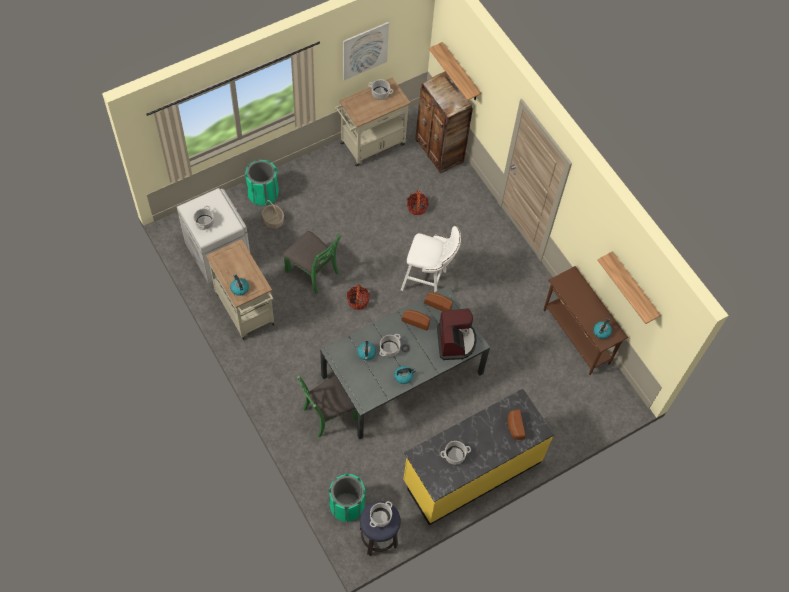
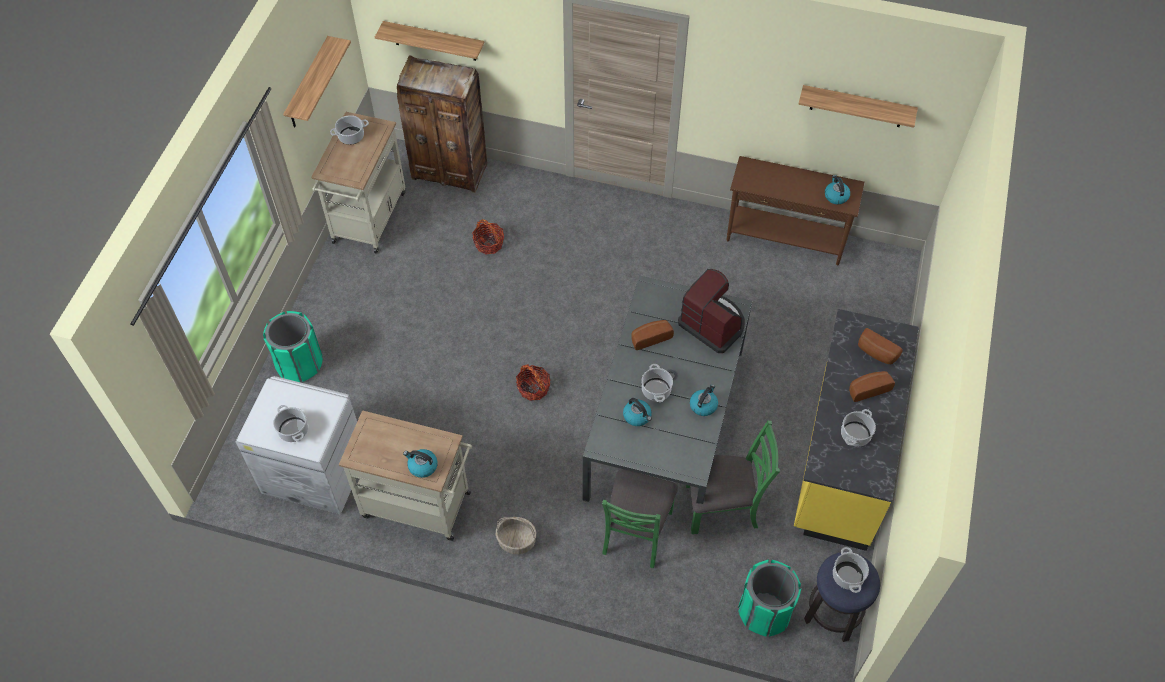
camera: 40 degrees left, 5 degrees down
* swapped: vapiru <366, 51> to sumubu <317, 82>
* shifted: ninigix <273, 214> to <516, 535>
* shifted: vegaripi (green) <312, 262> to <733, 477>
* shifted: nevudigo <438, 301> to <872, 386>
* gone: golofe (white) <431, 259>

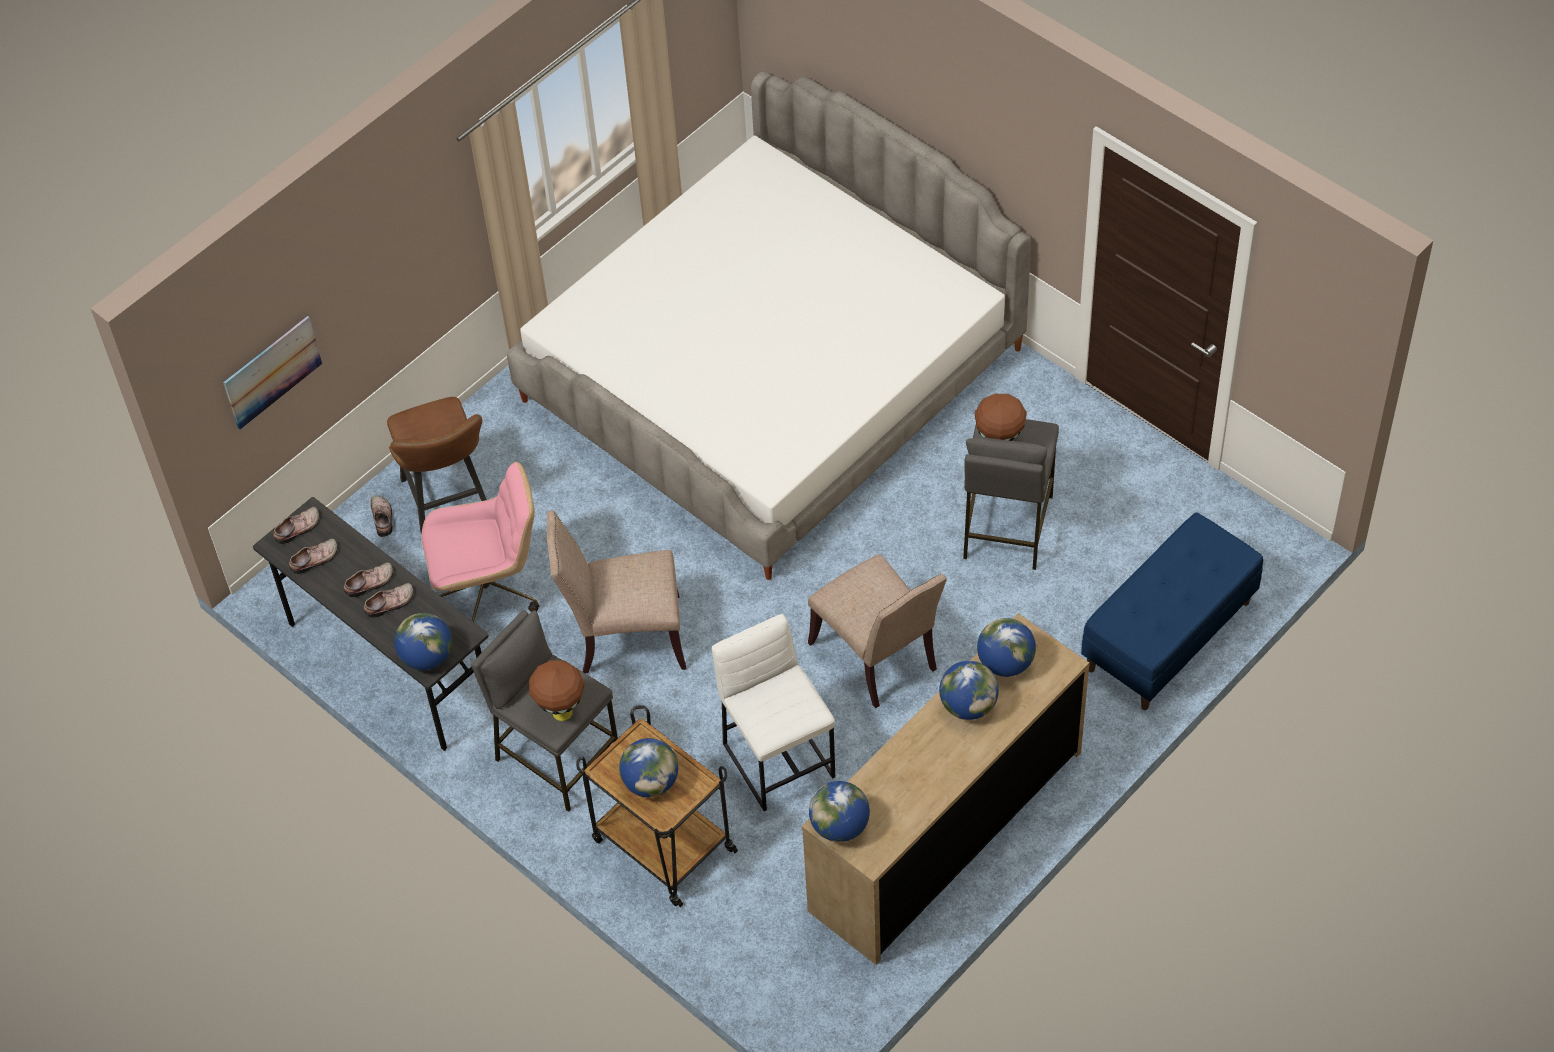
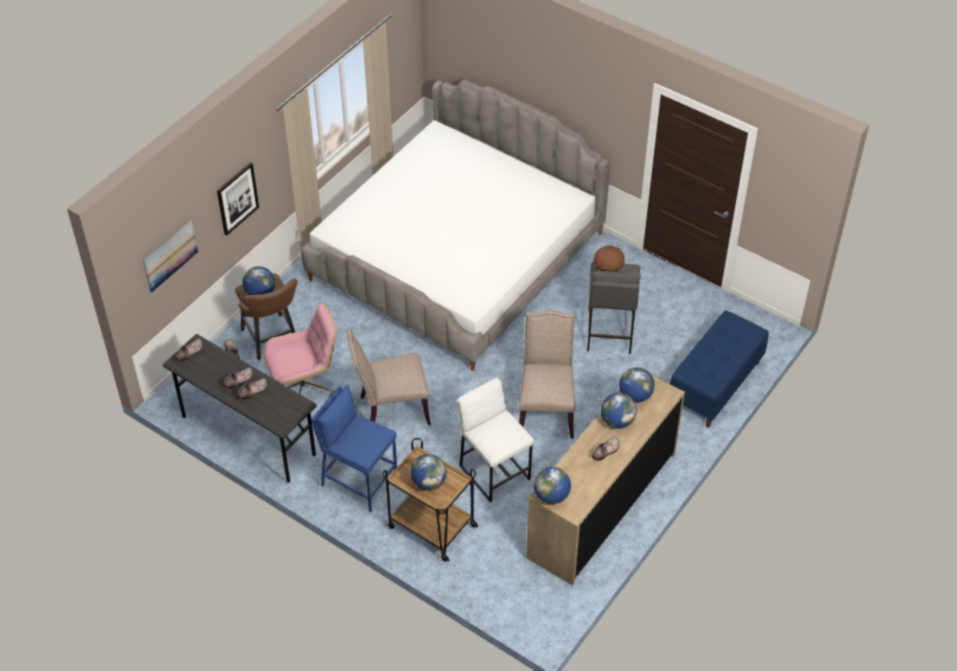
camera: 10 degrees left, 5 degrees down
* new: vapiru <238, 199>
* shifted: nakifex <423, 641> to <258, 280>
* repainted: golofe (grey) <544, 711> to golofe (blue) <354, 448>
* rotated: vegaripi (beige) <877, 631> = <547, 374> 135 degrees counterclockwise
* shifted: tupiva <313, 556> to <606, 449>
* gone: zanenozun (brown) <556, 690>

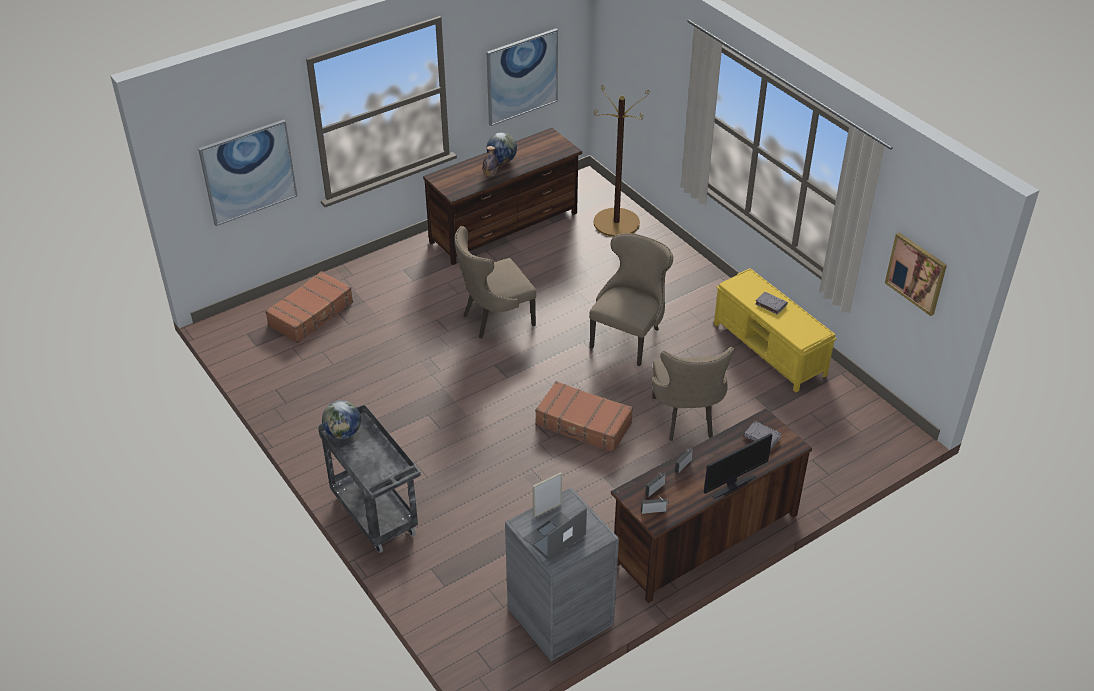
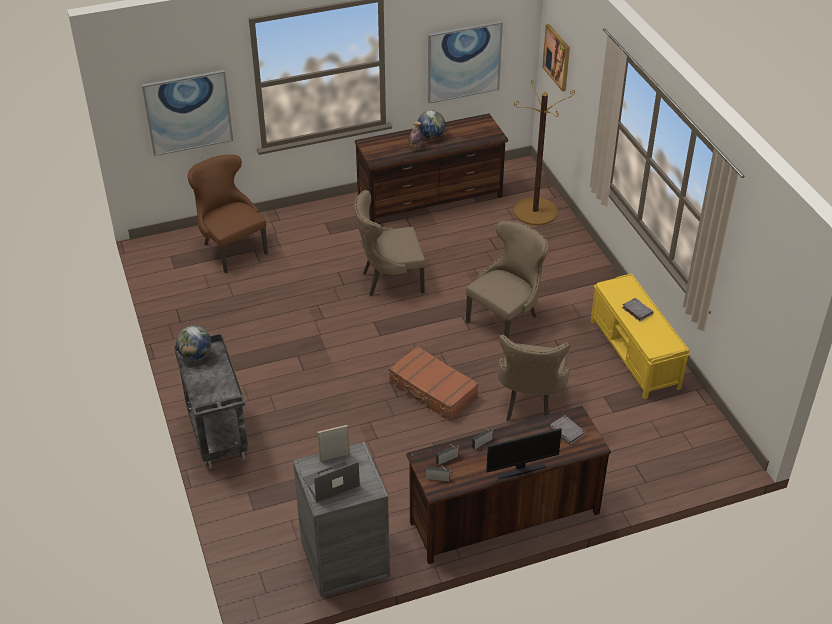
camera: 15 degrees right, 0 degrees up
* swapped: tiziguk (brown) <309, 307> to vegaripi (brown) <227, 213>
* shifted: vapiru <916, 274> to <556, 58>

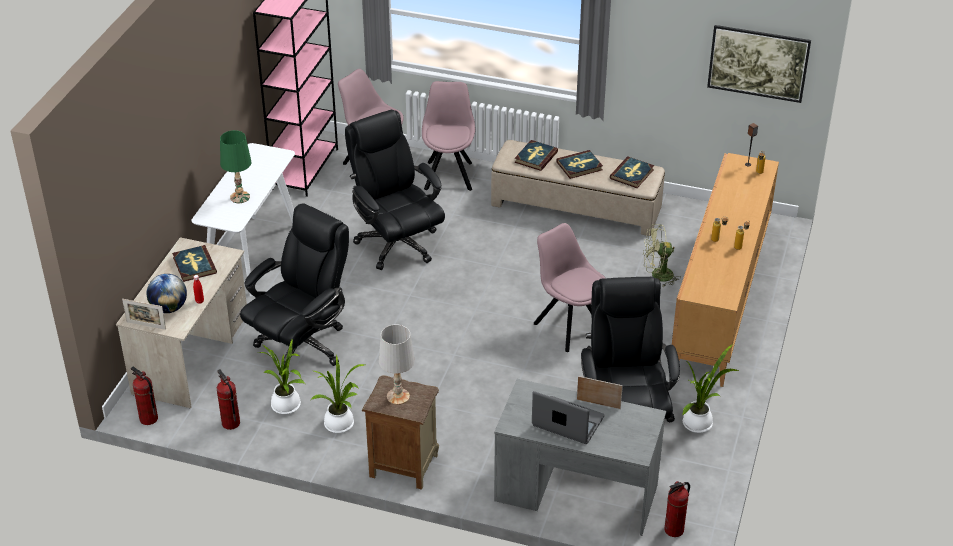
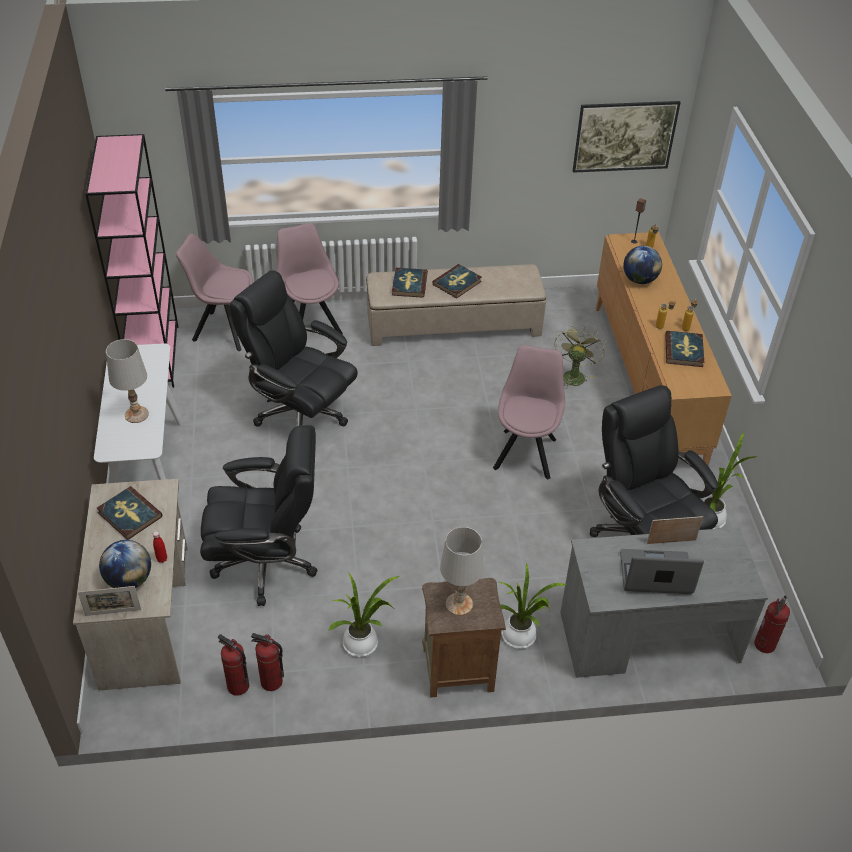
camera: 25 degrees left, 5 degrees up
* repainted: zanenozun (green) <236, 166> to zanenozun (white) <127, 381>
* rotated: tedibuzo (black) <294, 289> = <259, 515> 75 degrees clockwise
* shifted: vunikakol <144, 396> to <267, 662>
* rotated: vegaripi (pink) <569, 287> = <529, 412> 75 degrees clockwise
* shifted: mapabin <281, 376> to <533, 606>
* rotated: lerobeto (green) <662, 255> = <579, 357> 135 degrees clockwise
* new: nakifex <642, 265>
* shifted: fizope <632, 172> to <684, 349>

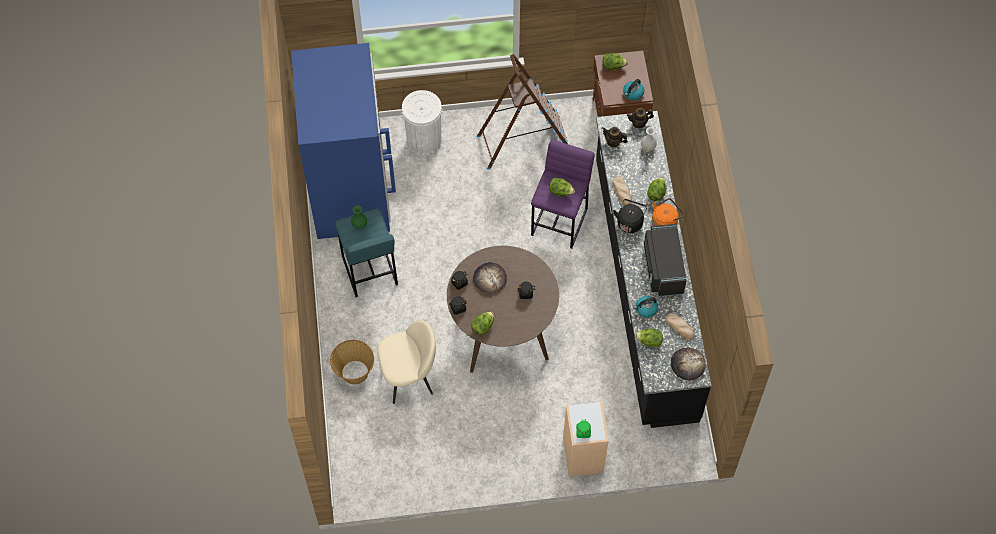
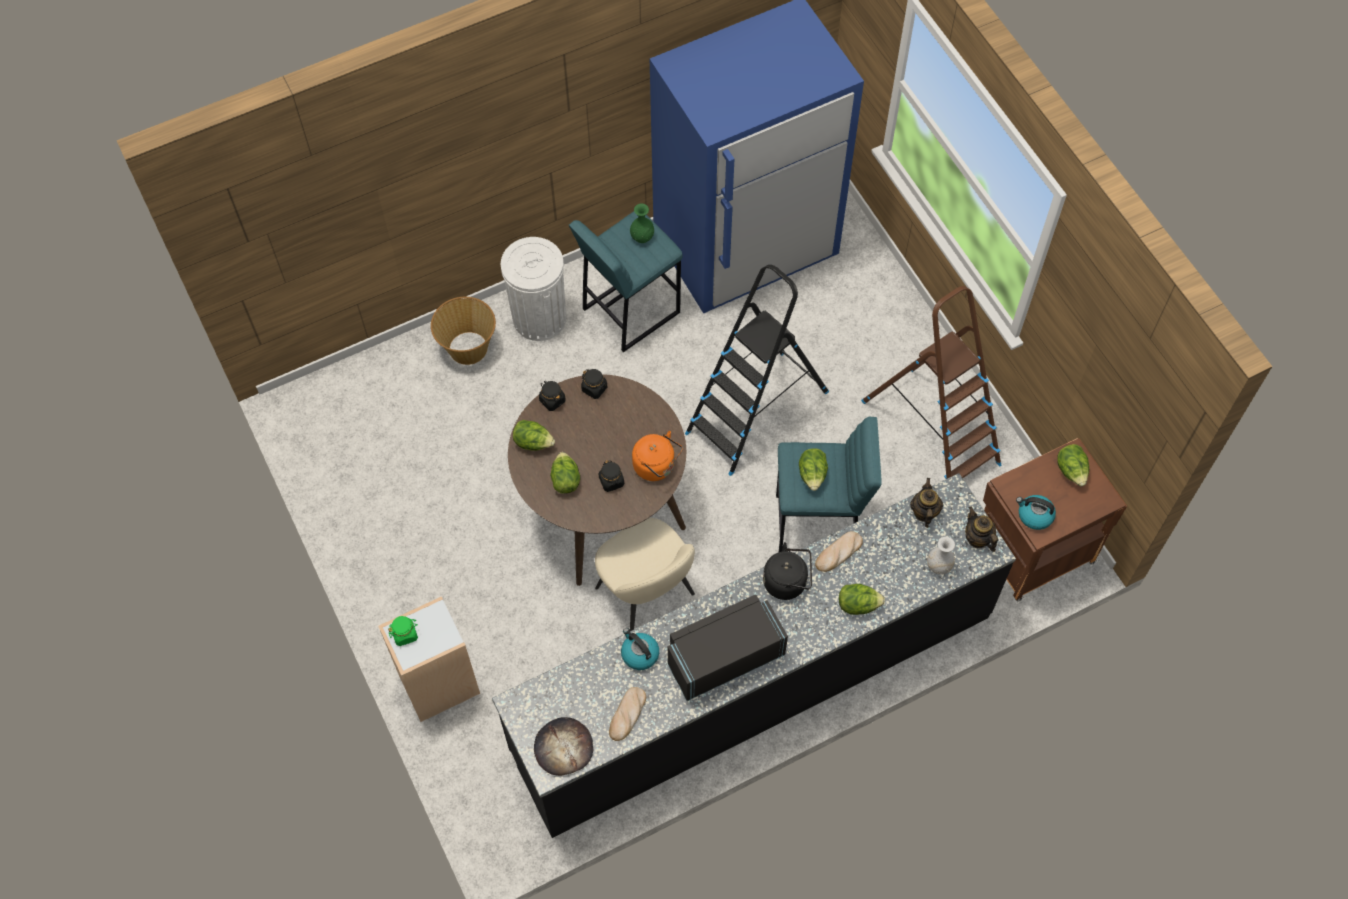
camera: 70 degrees right, 0 degrees up
* shifted: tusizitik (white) <422, 123> to <533, 289>
* shifted: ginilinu <649, 338> to <565, 473>
* shifted: vegaripi (beige) <406, 362> to <645, 574>
* shifted: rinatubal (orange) <668, 212> to <657, 456>
* new: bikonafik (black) <757, 370>
* repainted: golofe (purple) <563, 194> to golofe (turquoise) <829, 484>
* gone: nevudigo <490, 277>

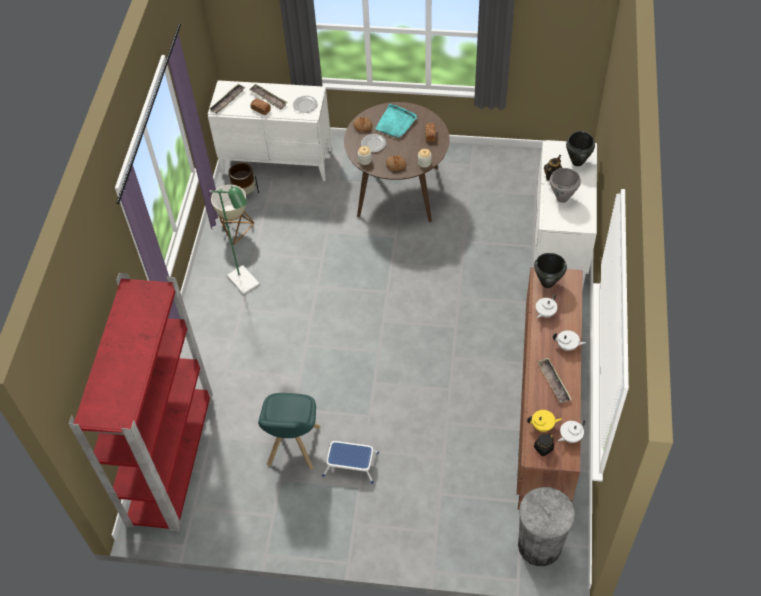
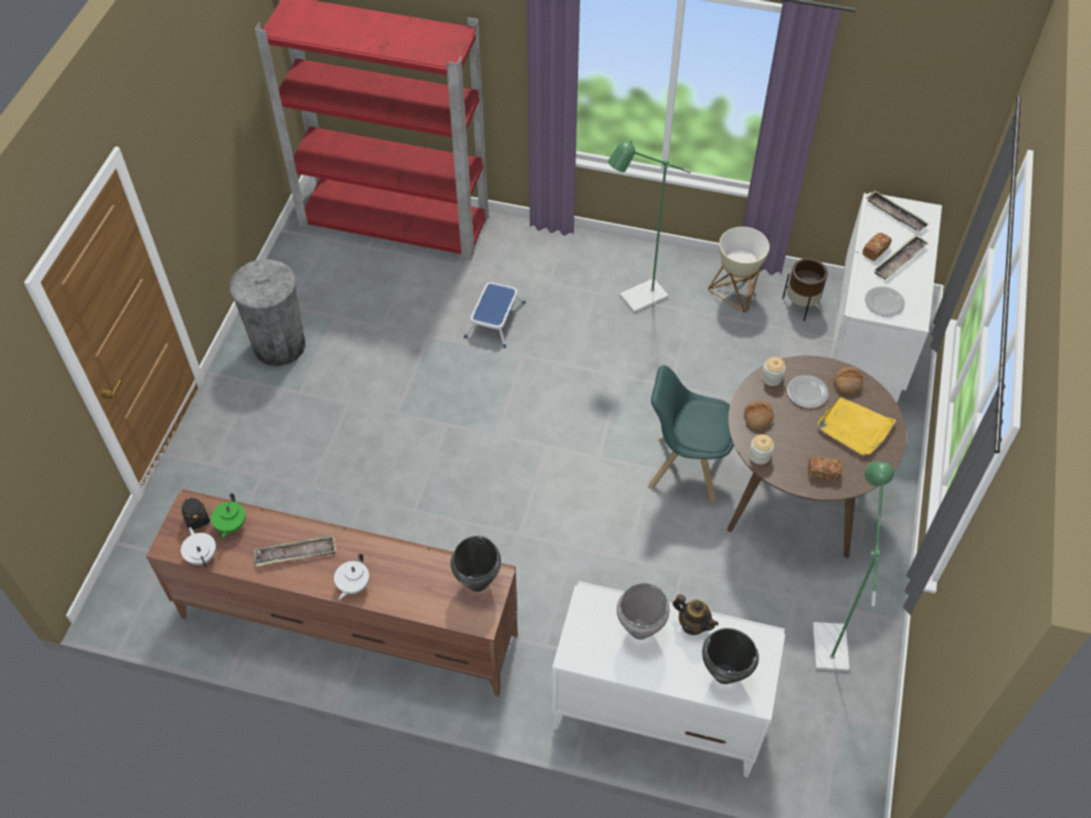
camera: 95 degrees right, 0 degrees up
* repainted: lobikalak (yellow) <544, 421> to lobikalak (green) <228, 516>
* shifted: tusizitik (grey) <546, 526> to <268, 312>
* shifted: bikonafik (blue) <351, 462> to <495, 315>
* shifted: vegaripi (turquoise) <289, 431> to <691, 434>
* new: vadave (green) <853, 566>
* repainted: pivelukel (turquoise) <396, 121> to pivelukel (yellow) <856, 426>
* gone: lobikalak (white) <547, 306>

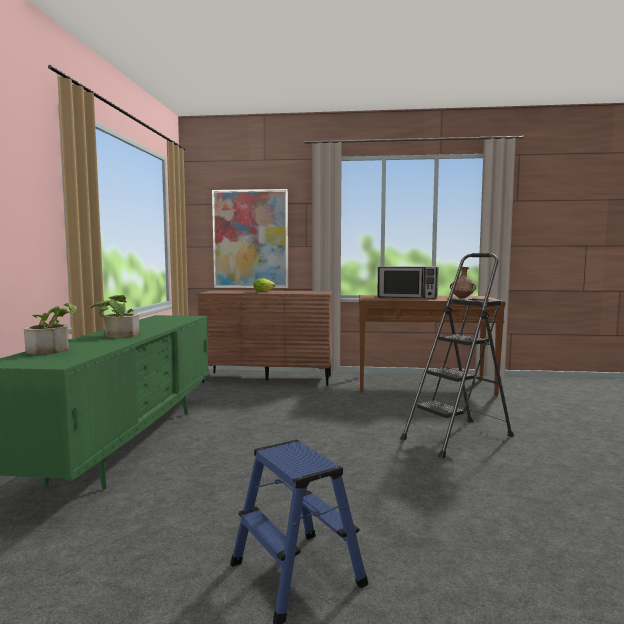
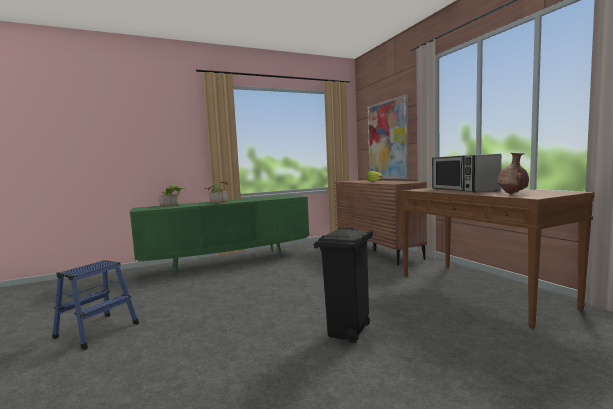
camera: 60 degrees right, 0 degrees up
* swapped: bikonafik <457, 355> to tusizitik (black) <343, 285>

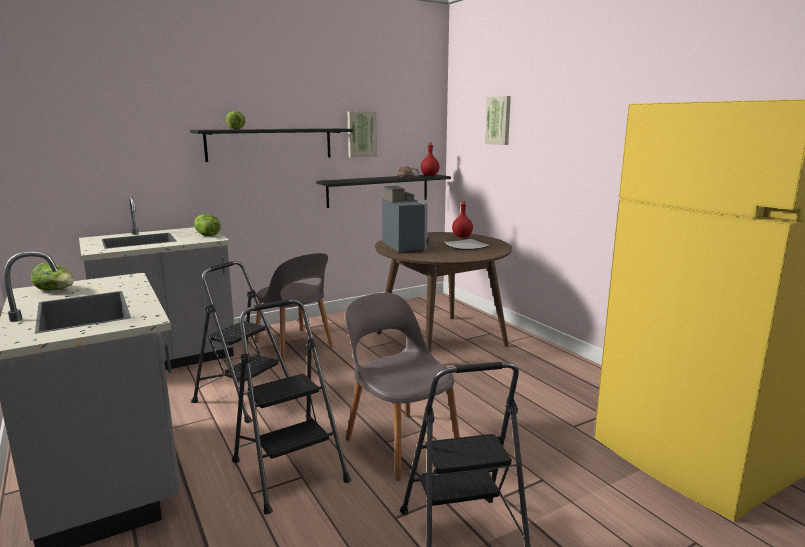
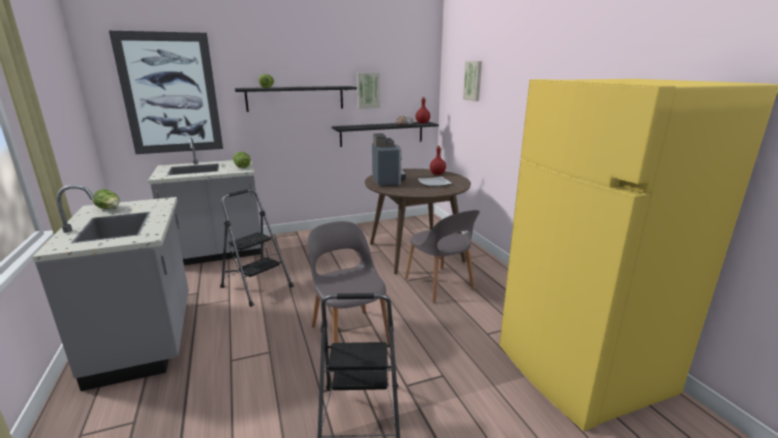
camera: 10 degrees right, 5 degrees up
* new: vapiru <166, 92>
* shifted: vegaripi (grey) <294, 307> to <442, 256>
* gone: bikonafik (black) <292, 407>

